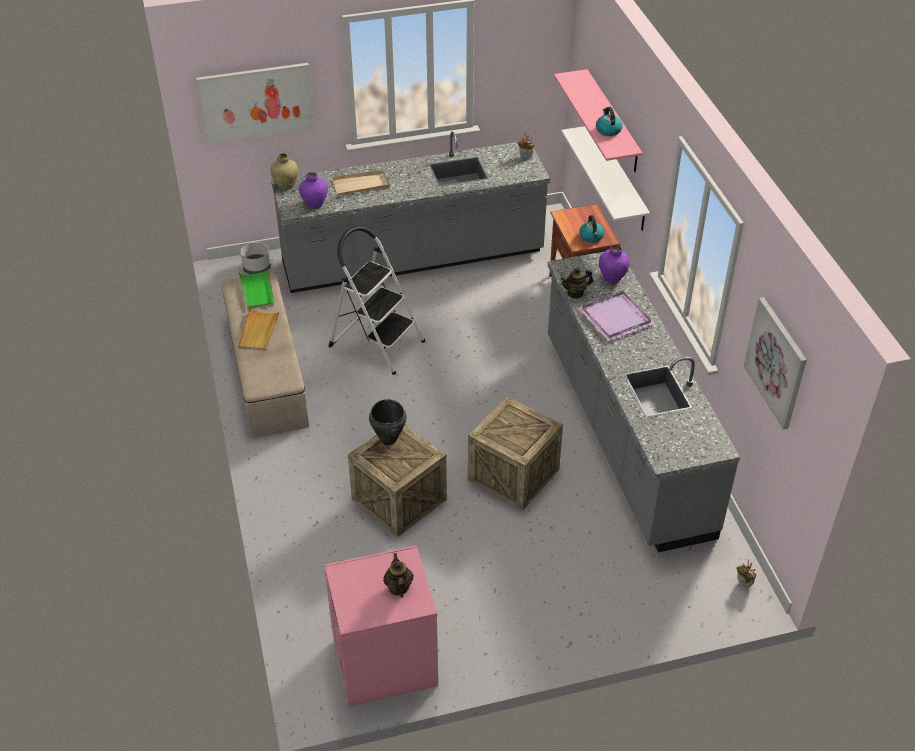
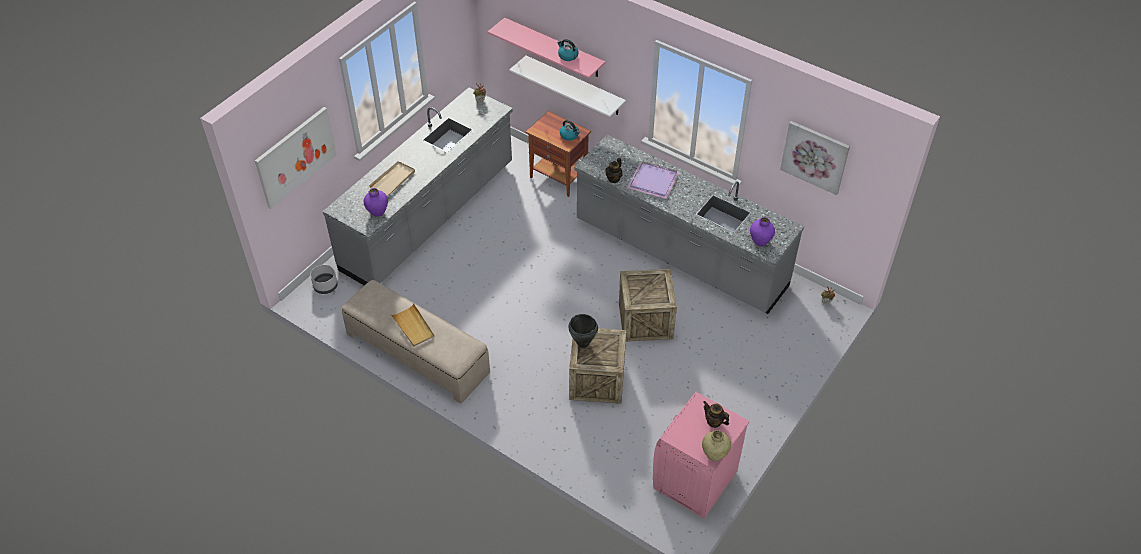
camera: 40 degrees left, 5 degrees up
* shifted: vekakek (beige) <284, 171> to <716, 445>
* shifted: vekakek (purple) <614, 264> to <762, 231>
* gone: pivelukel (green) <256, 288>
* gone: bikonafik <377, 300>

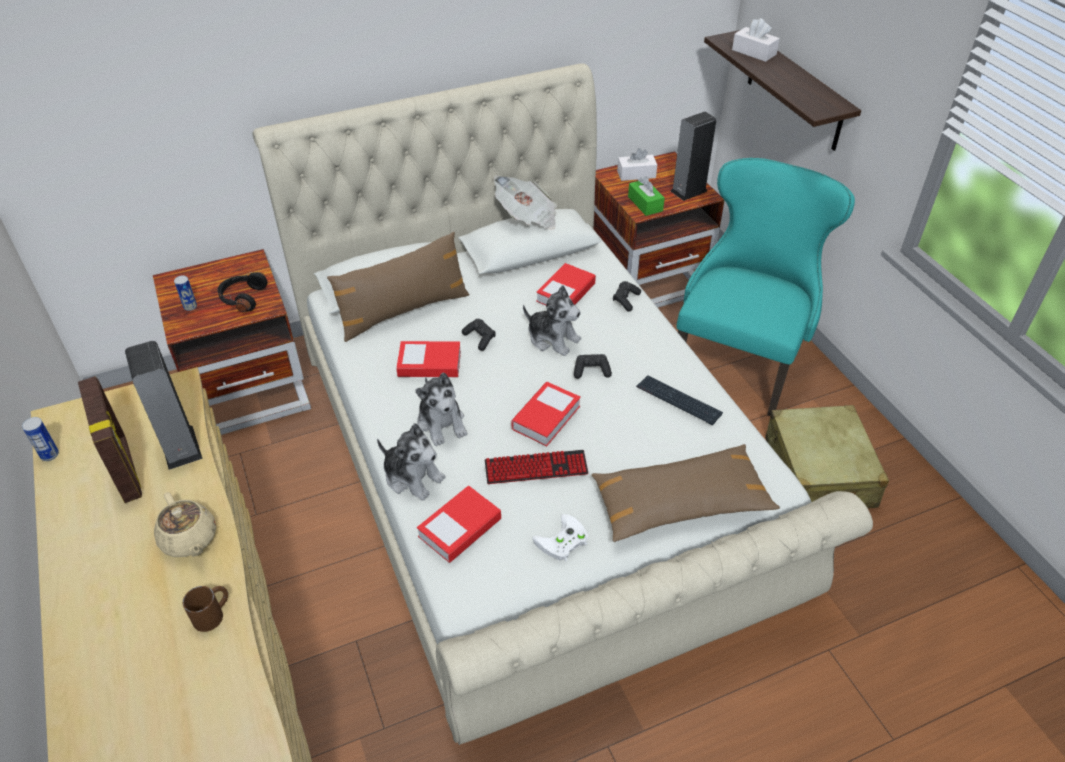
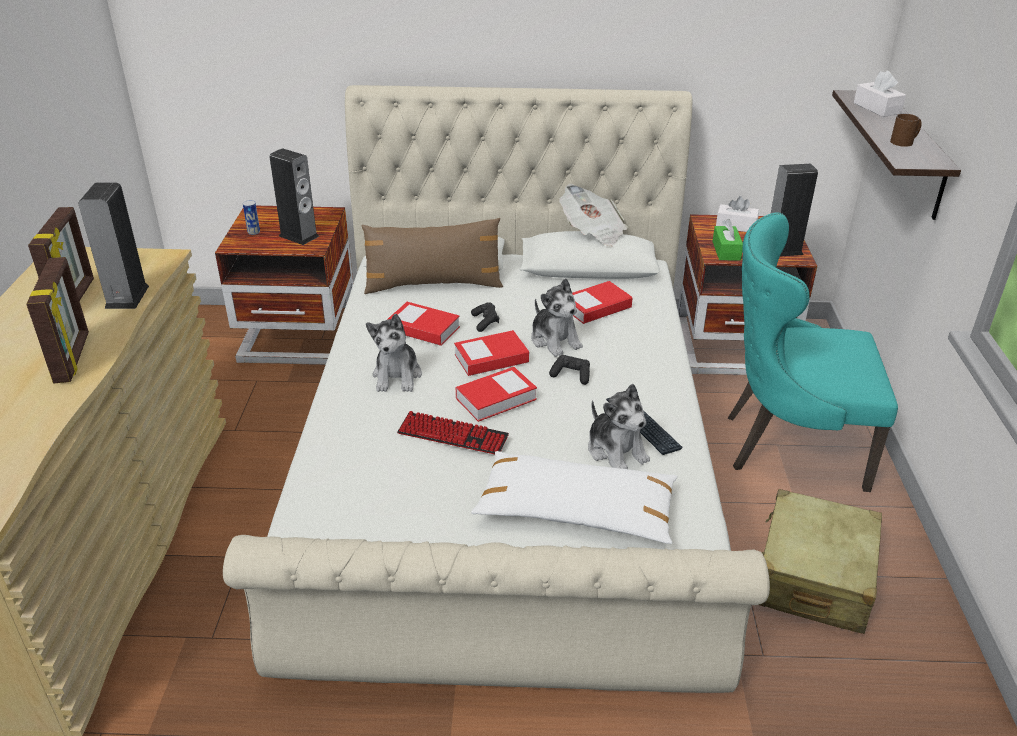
camera: 25 degrees right, 10 degrees down
* swapped: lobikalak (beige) <185, 524> to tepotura <57, 320>
* swapped: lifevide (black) <242, 292> to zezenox <294, 196>
* shifted: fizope <459, 524> to <491, 353>
* repainted: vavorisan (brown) <686, 493> to vavorisan (white) <574, 497>
* shifted: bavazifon <411, 462> to <619, 426>
* rotated: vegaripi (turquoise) <765, 287> = <812, 352> 135 degrees counterclockwise
* shifted: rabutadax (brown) <205, 609> to <906, 130>
* gone: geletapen <40, 439>
* gone: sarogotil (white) <560, 537>
* gone: sarogotil (black) <627, 296>

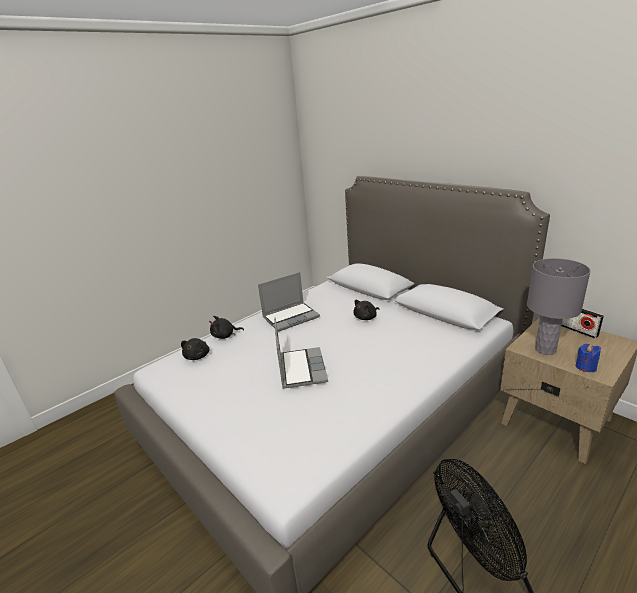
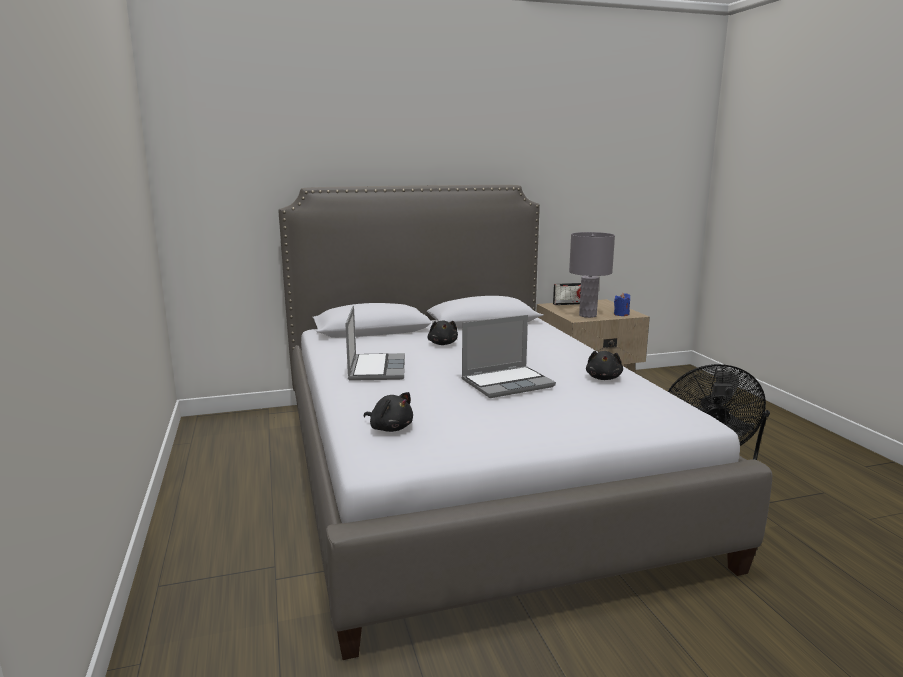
camera: 65 degrees left, 10 degrees down
* rotated: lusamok <301, 353> = <508, 356> 135 degrees clockwise
* shifted: bavazifon (black) <226, 327> to <604, 365>

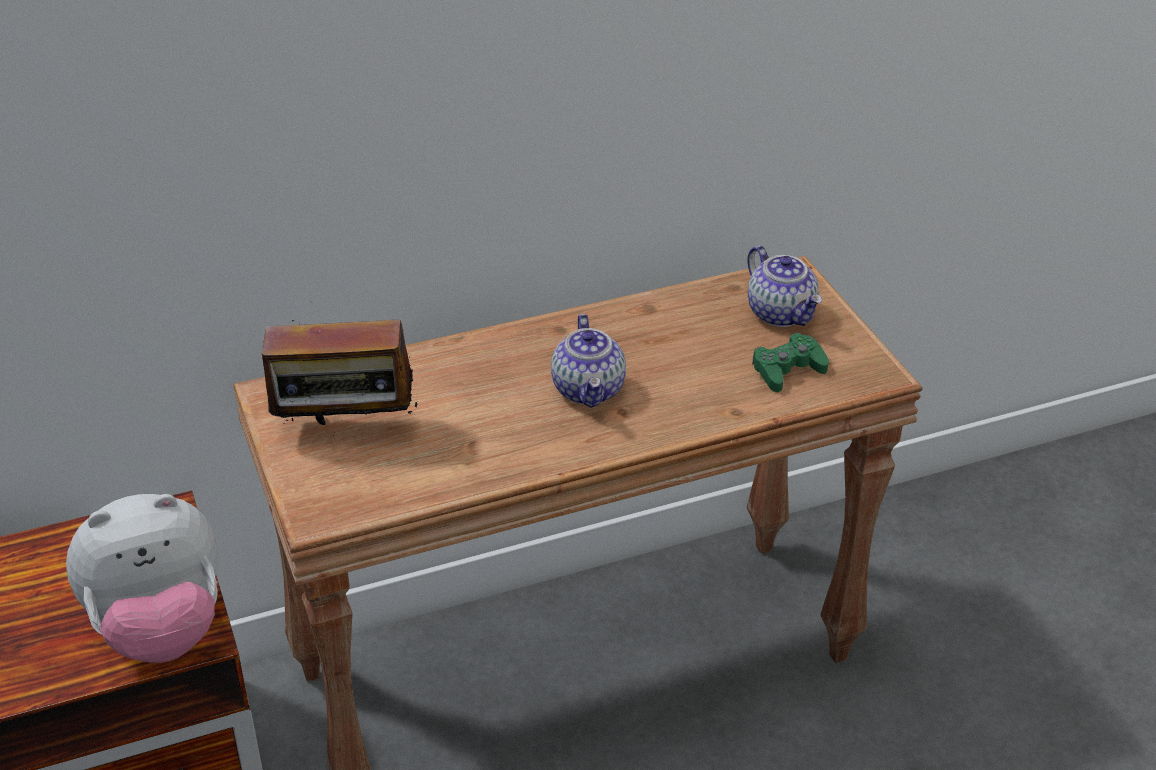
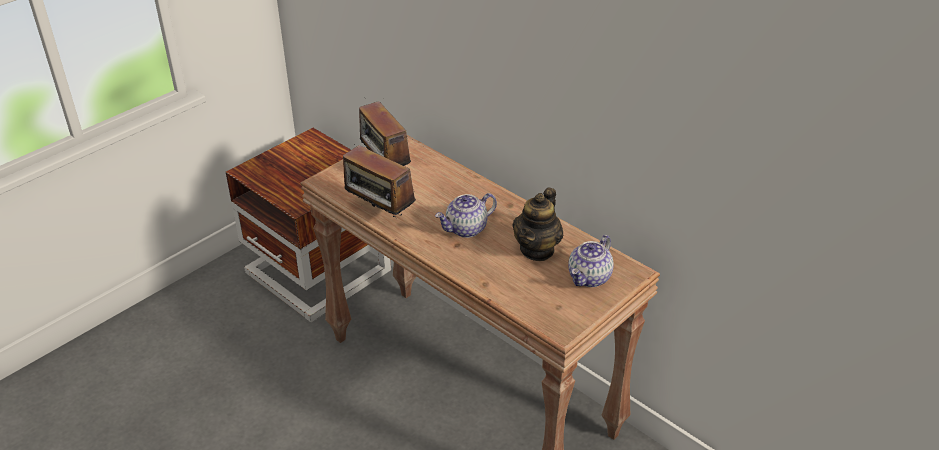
camera: 65 degrees right, 0 degrees up
* new: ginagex <379, 180>
* new: lobikalak <538, 224>
* gone: bavazifon <142, 578>
* gone: sarogotil (green) <790, 362>

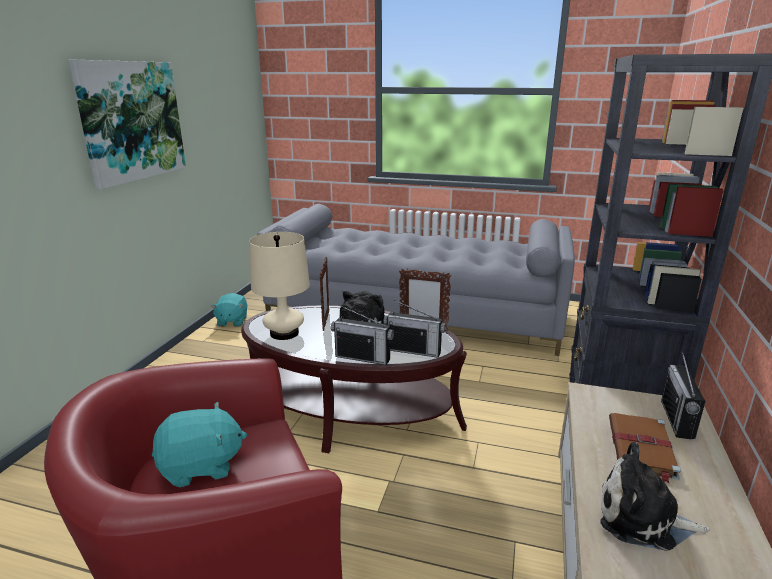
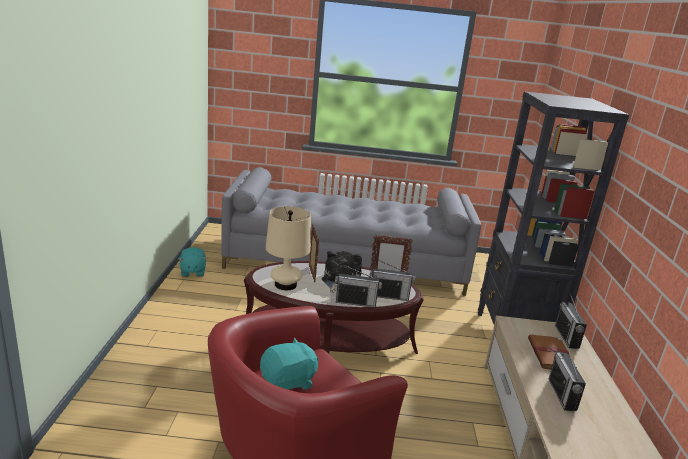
camera: 15 degrees left, 0 degrees up
* swapped: bavazifon <655, 496> to ginagex <567, 377>
* gone: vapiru <127, 124>

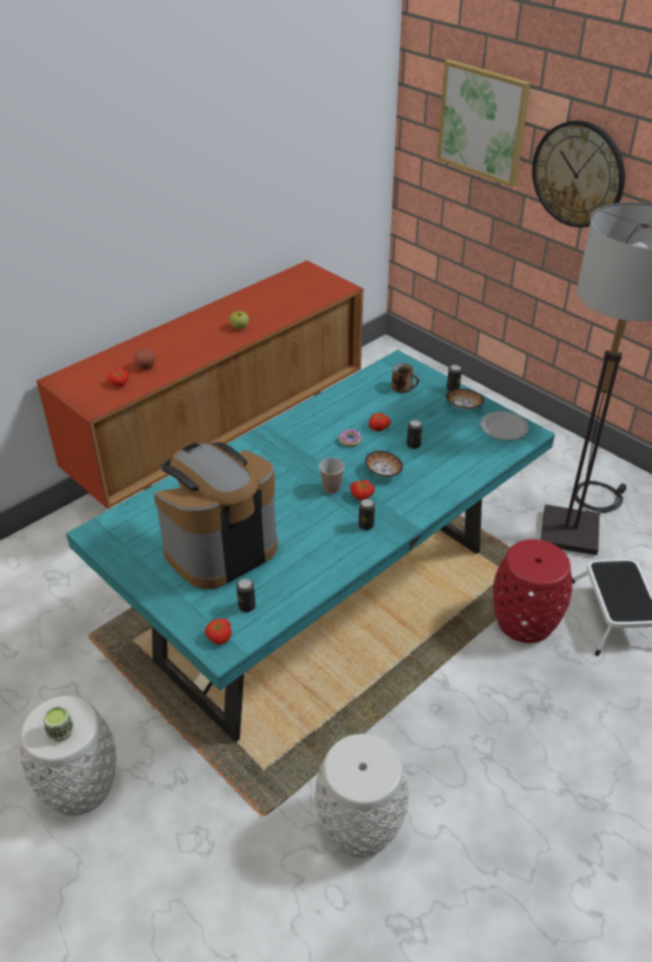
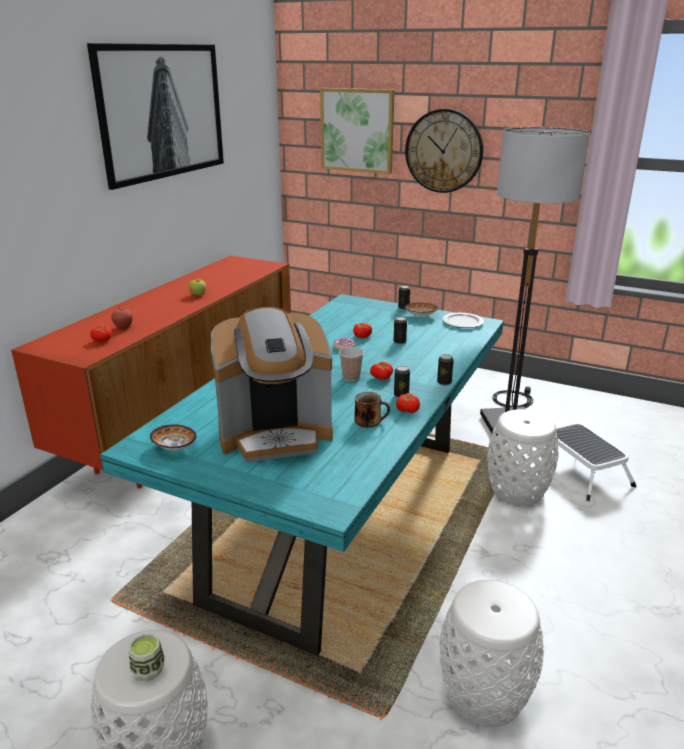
camera: 20 degrees left, 15 degrees down
* new: vapiru <155, 116>
* shifted: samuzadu <384, 464> to <173, 437>
* rotated: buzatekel <216, 515> = <272, 385> 135 degrees counterclockwise
* shifted: rabutadax <405, 378> to <372, 409>
* shifted: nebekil <218, 631> to <408, 403>
* shifted: geletapen <245, 595> to <445, 369>
* repainted: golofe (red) <532, 591> to golofe (white) <523, 457>

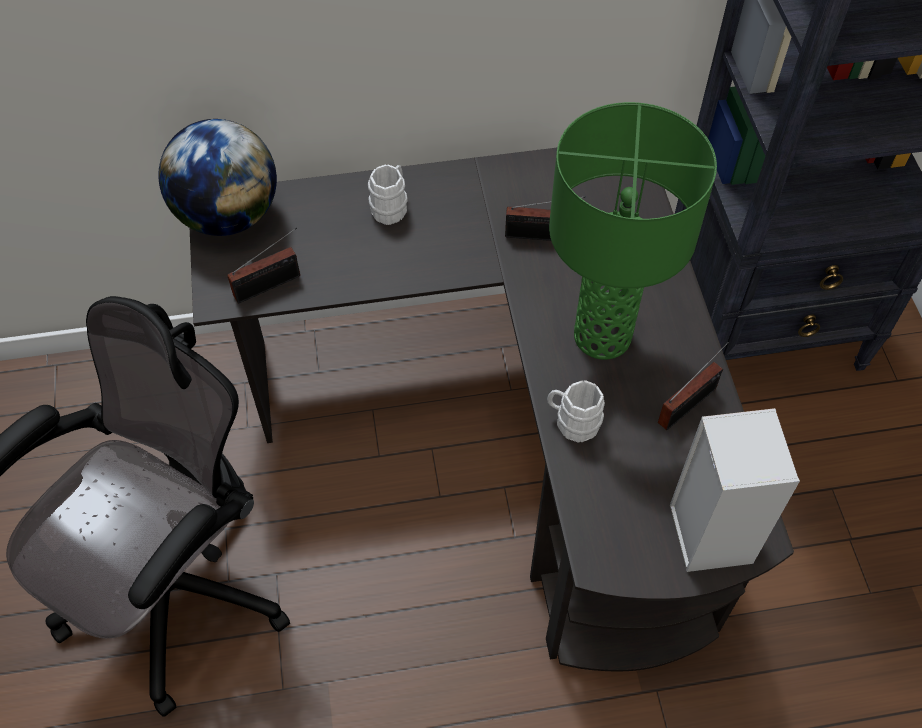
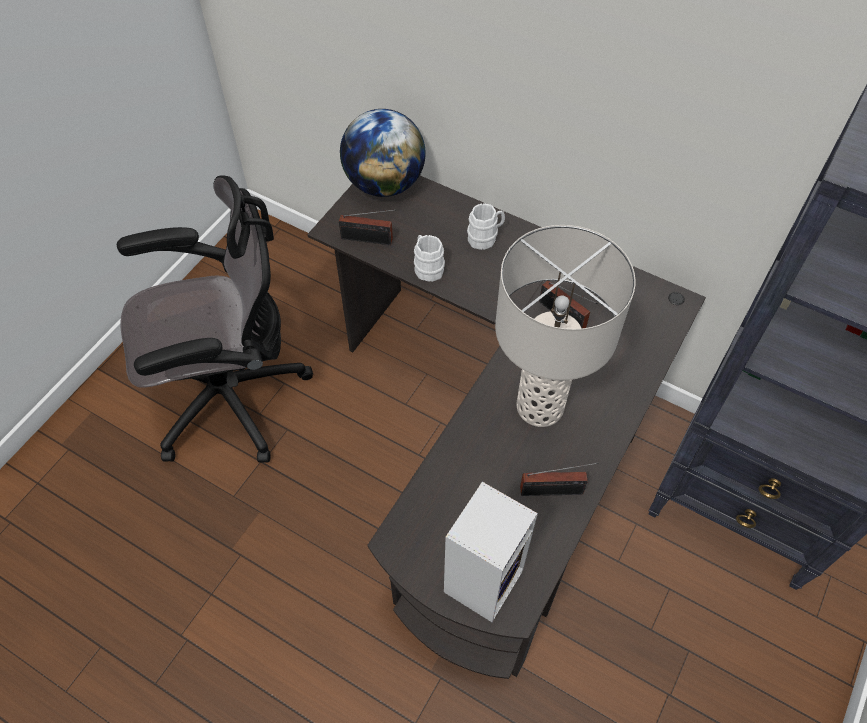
camera: 40 degrees right, 0 degrees up
* shifted: rabutadax (white) <576, 411> to <429, 258>
* repainted: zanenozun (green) <633, 231> to zanenozun (white) <565, 326>

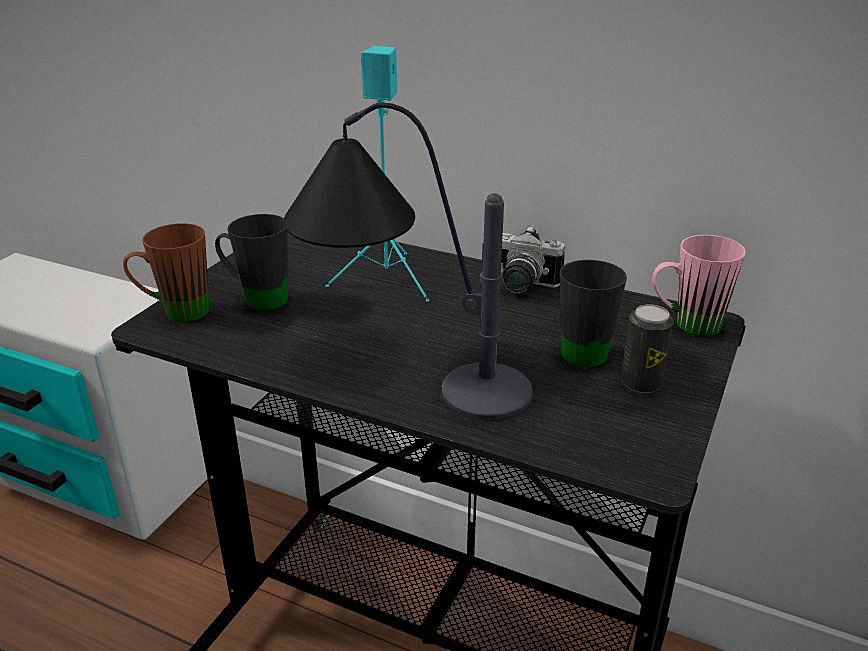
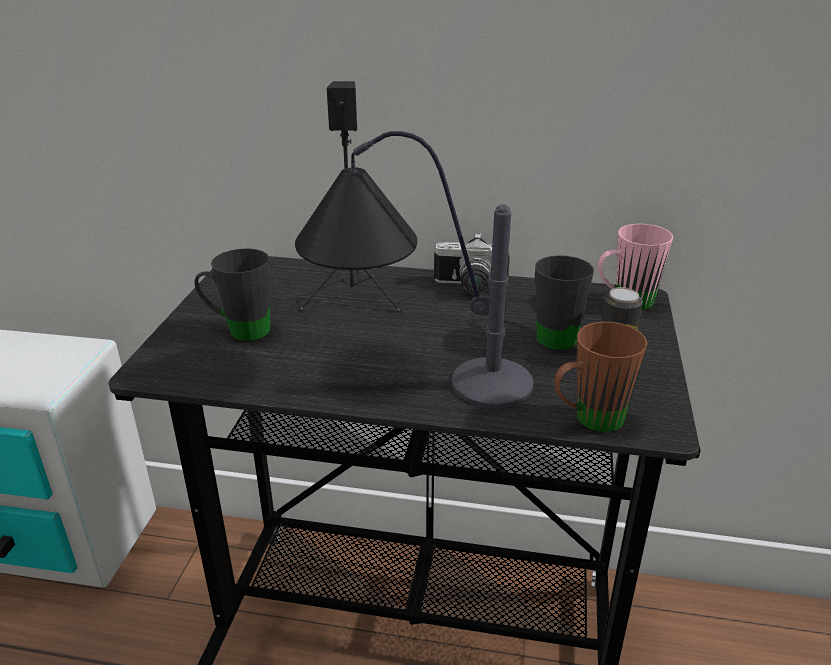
camera: 15 degrees left, 0 degrees up
* repainted: zezenox (turquoise) <377, 174> to zezenox (black) <350, 196>
* shifted: rabutadax (brown) <166, 272> to <601, 377>

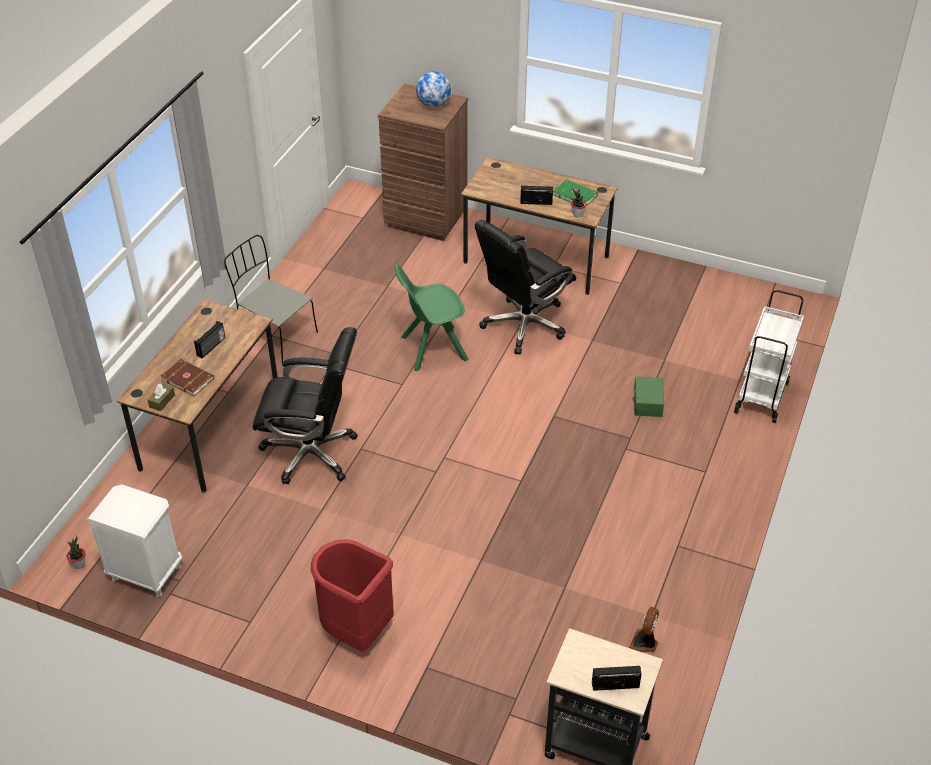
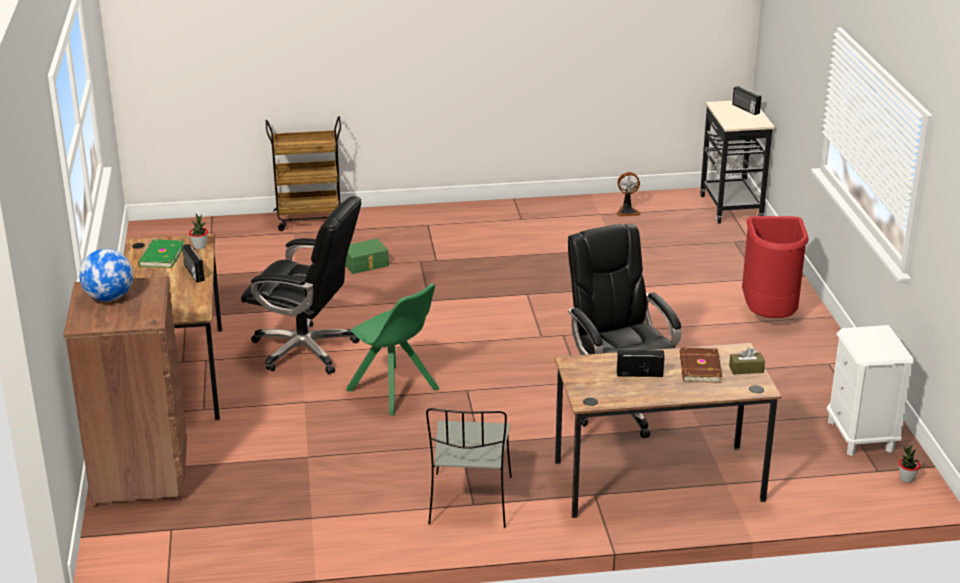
camera: 120 degrees left, 15 degrees down
* repainted: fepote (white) <769, 356> to fepote (brown) <303, 173>

